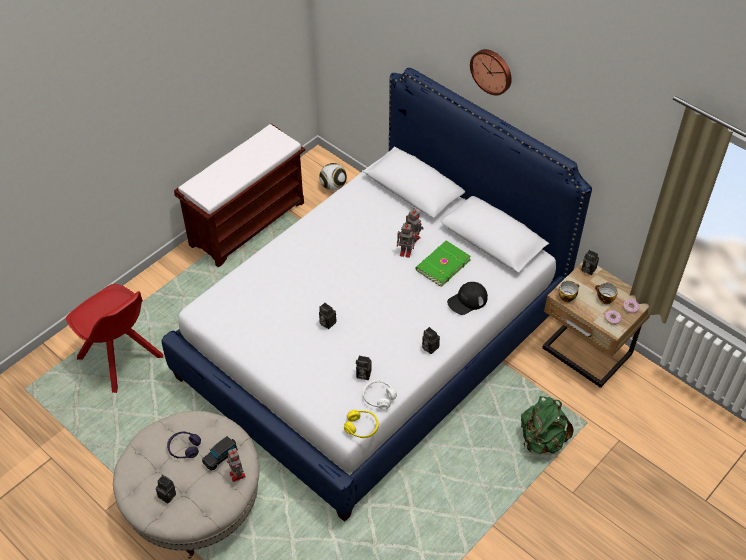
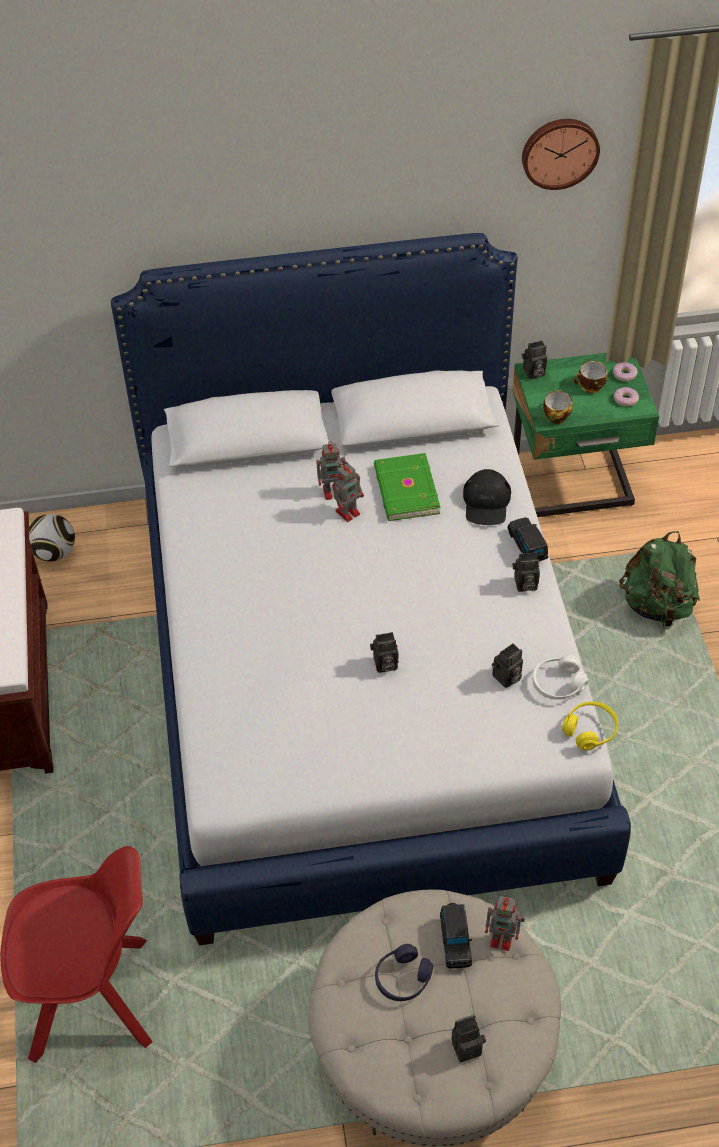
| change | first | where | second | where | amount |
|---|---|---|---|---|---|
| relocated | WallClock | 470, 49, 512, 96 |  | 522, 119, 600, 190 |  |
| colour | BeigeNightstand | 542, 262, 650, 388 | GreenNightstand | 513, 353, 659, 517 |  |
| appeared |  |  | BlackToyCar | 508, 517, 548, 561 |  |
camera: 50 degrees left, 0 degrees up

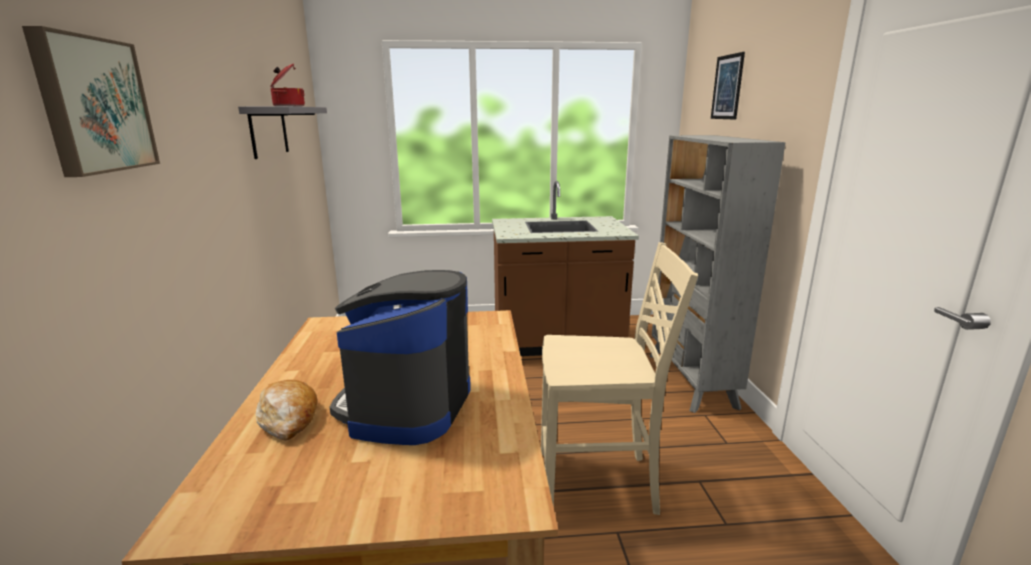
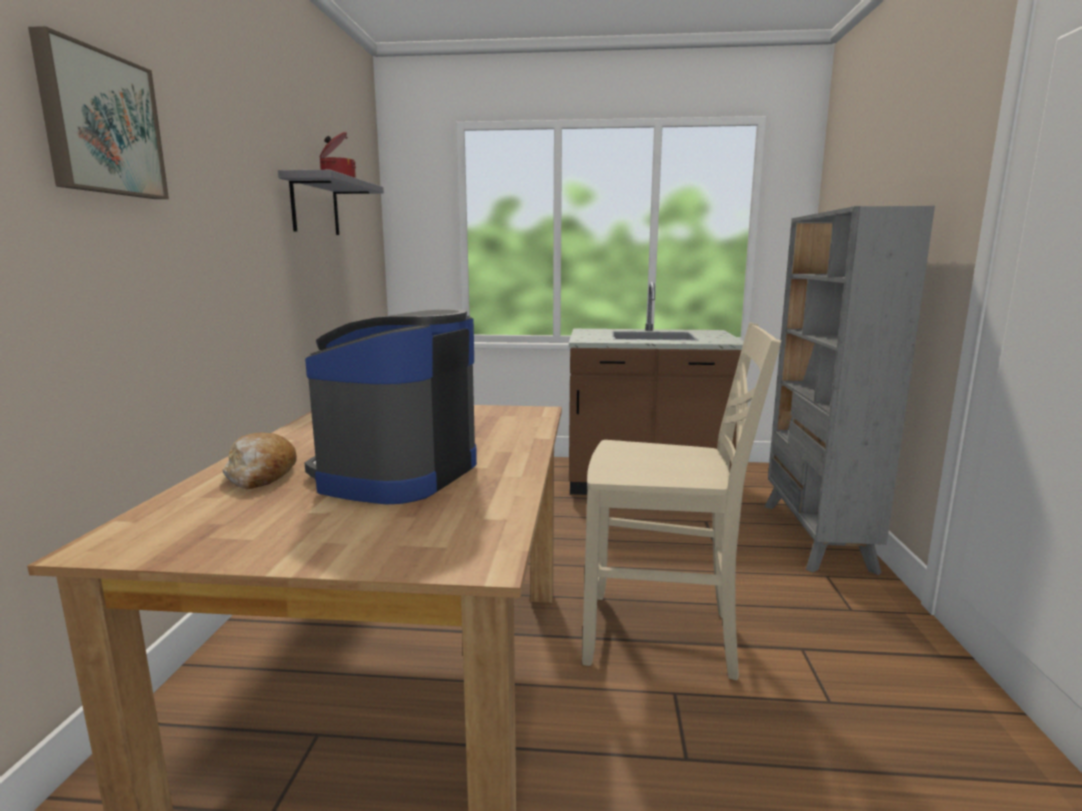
| change | first | where | second | where | amount |
|---|---|---|---|---|---|
| missing | Picture | 711, 52, 745, 120 |  |  |  |
camera: 10 degrees right, 5 degrees down

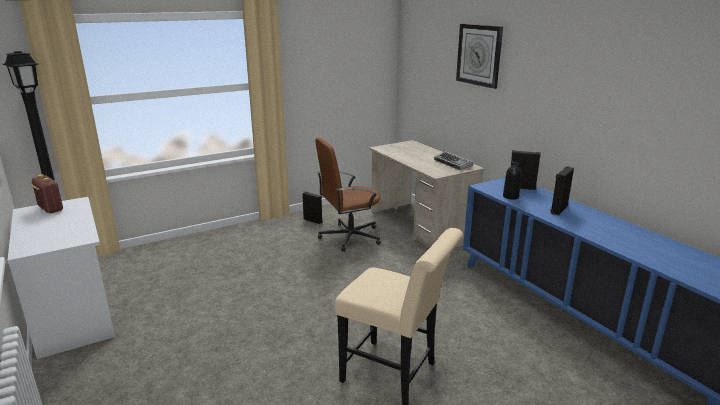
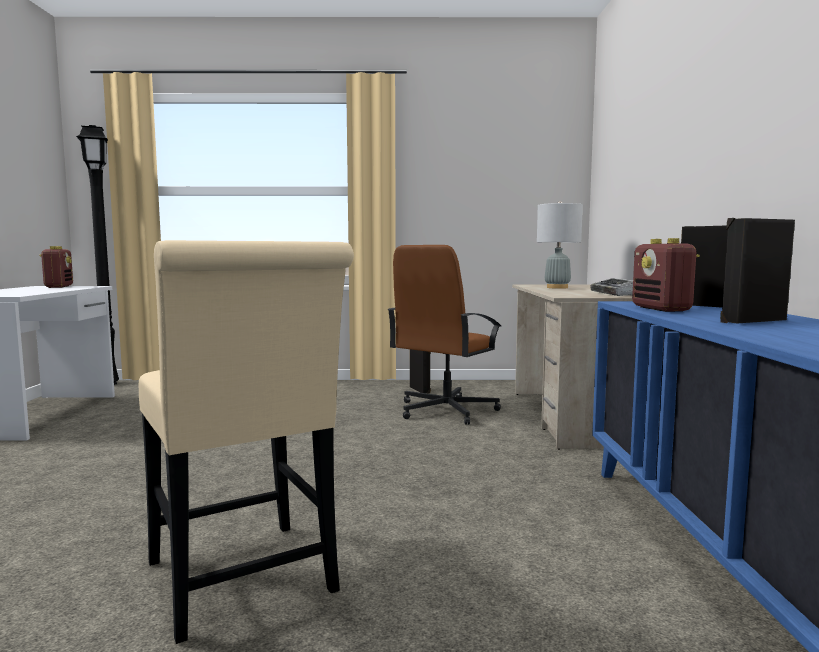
| change | first | where | second | where | amount |
|---|---|---|---|---|---|
| missing | WallClock | 456, 24, 503, 89 |  |  |  |
| spun | BrownOfficeChair | 315, 138, 381, 252 |  | 387, 245, 501, 425 | 60 degrees counterclockwise |
| exchanged | BlackBottle | 503, 161, 521, 199 | Radio | 632, 238, 700, 312 |  |
| appeared |  |  | GreyTableLamp | 537, 201, 583, 289 |  |
camera: 30 degrees right, 15 degrees down

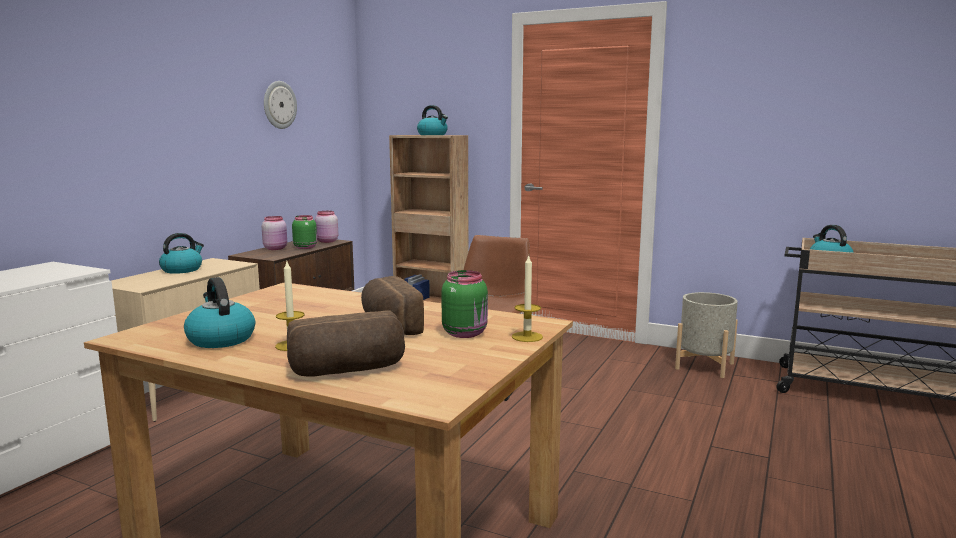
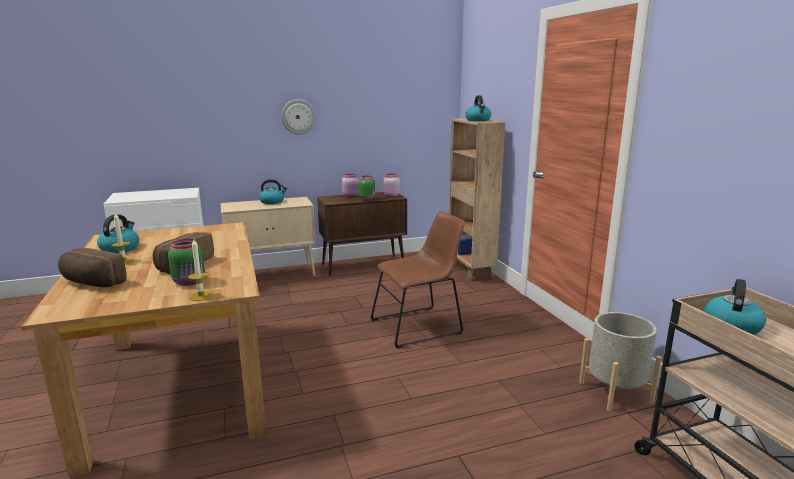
| change | first | where | second | where | amount |
|---|---|---|---|---|---|
| relocated | WallClock | 264, 81, 297, 129 |  | 281, 99, 316, 135 |  |
camera: 45 degrees right, 5 degrees up

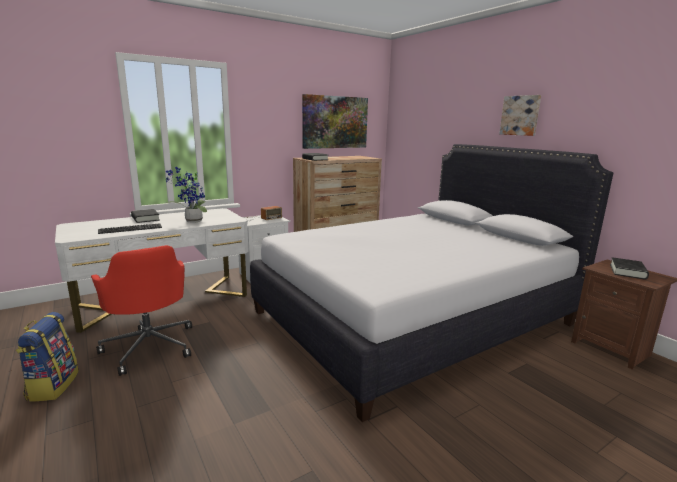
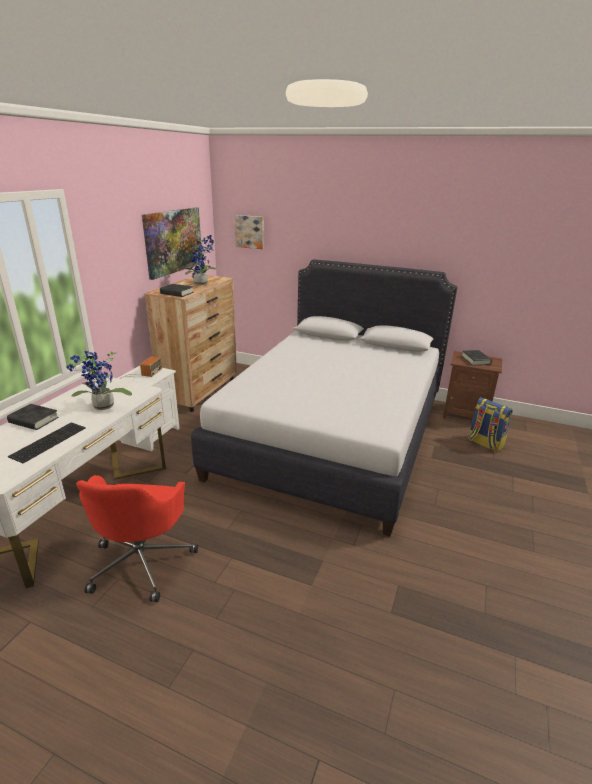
| change | first | where | second | where | amount |
|---|---|---|---|---|---|
| relocated | Picture | 499, 95, 541, 136 |  | 235, 215, 264, 249 |  |
| spun | RedOfficeChair | 91, 245, 192, 376 |  | 76, 475, 198, 602 | 75 degrees clockwise |
| relocated | Backpack | 16, 312, 79, 402 |  | 468, 397, 513, 452 |  |
| appeared |  |  | PottedPlant | 185, 235, 217, 285 |  |
camera: 35 degrees left, 10 degrees up

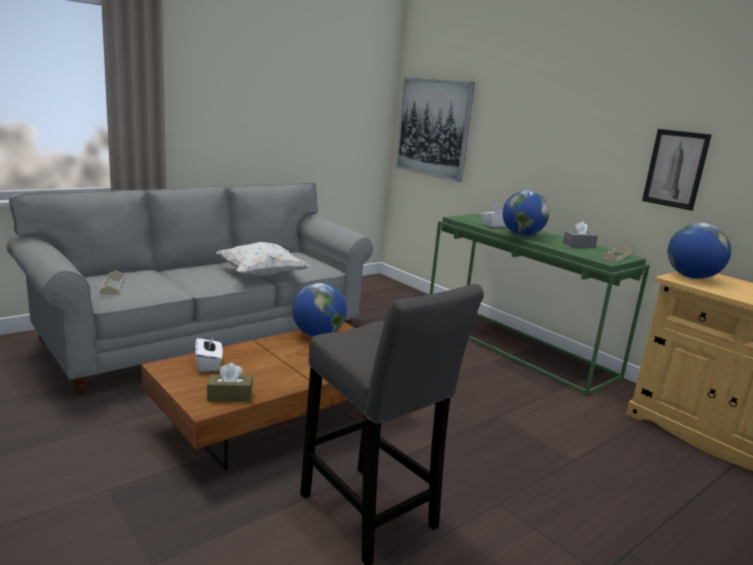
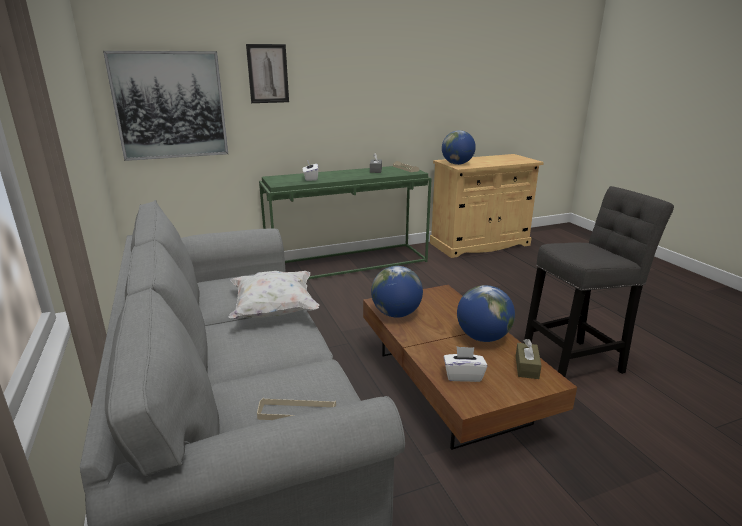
| change | first | where | second | where | amount |
|---|---|---|---|---|---|
| relocated | Picture | 642, 129, 712, 211 |  | 246, 44, 289, 103 |  |
| relocated | Globe | 503, 190, 549, 236 |  | 457, 285, 515, 342 |  |
camera: 70 degrees left, 5 degrees up

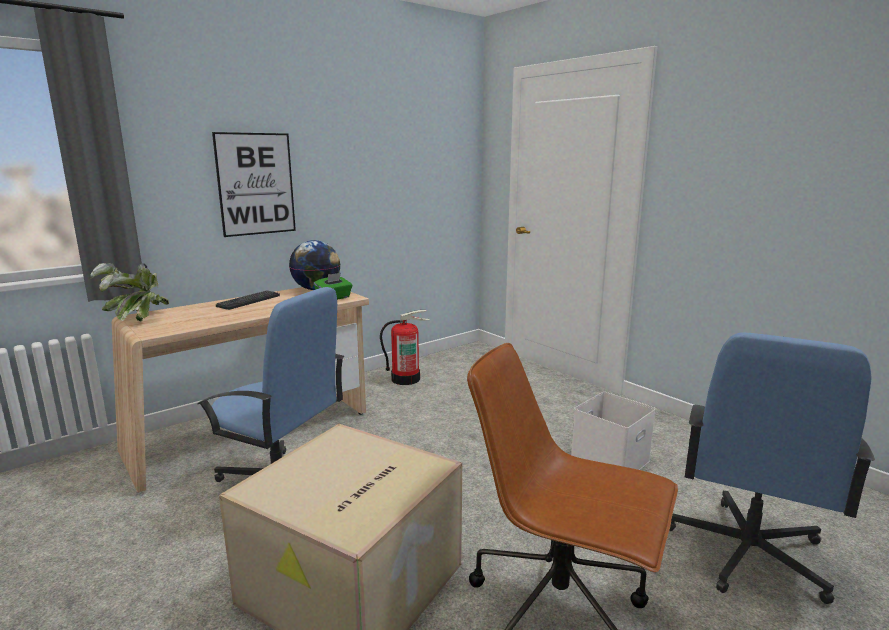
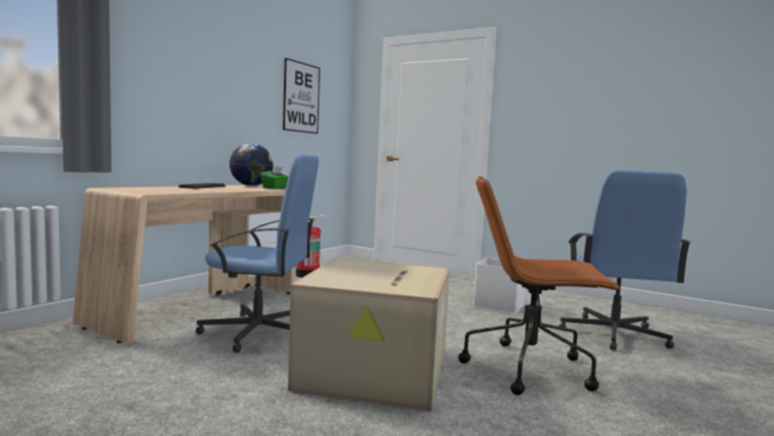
| change | first | where | second | where | amount |
|---|---|---|---|---|---|
| relocated | Picture | 212, 132, 296, 237 |  | 283, 58, 320, 134 |  |
| missing | PottedPlant | 91, 263, 169, 322 |  |  |  |
camera: 20 degrees left, 10 degrees down

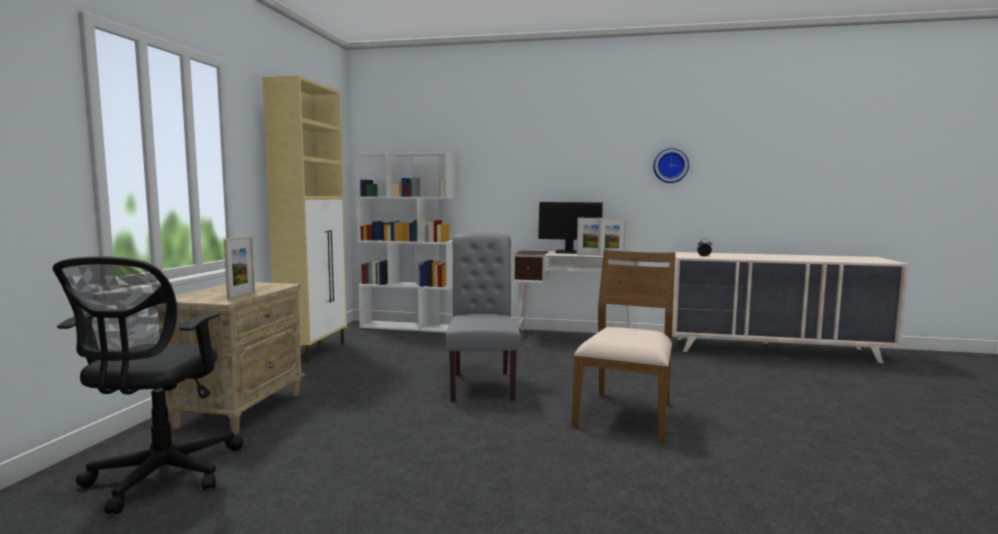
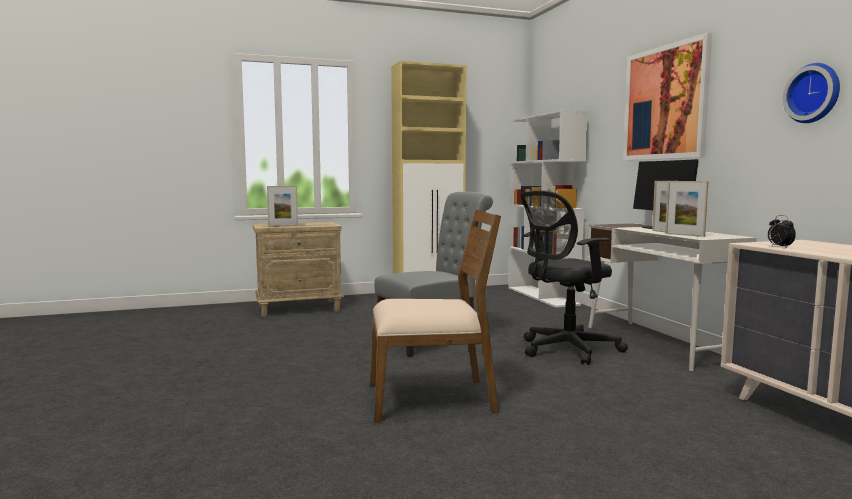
| change | first | where | second | where | amount |
|---|---|---|---|---|---|
| relocated | BlackOfficeChair | 53, 256, 243, 514 |  | 520, 190, 628, 365 |  |
| appeared |  |  | Picture | 623, 33, 712, 160 |  |
camera: 60 degrees right, 0 degrees up

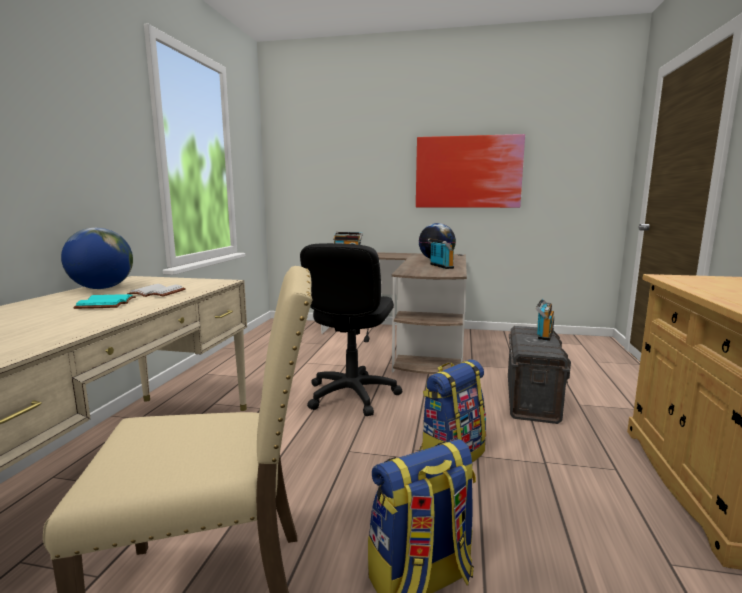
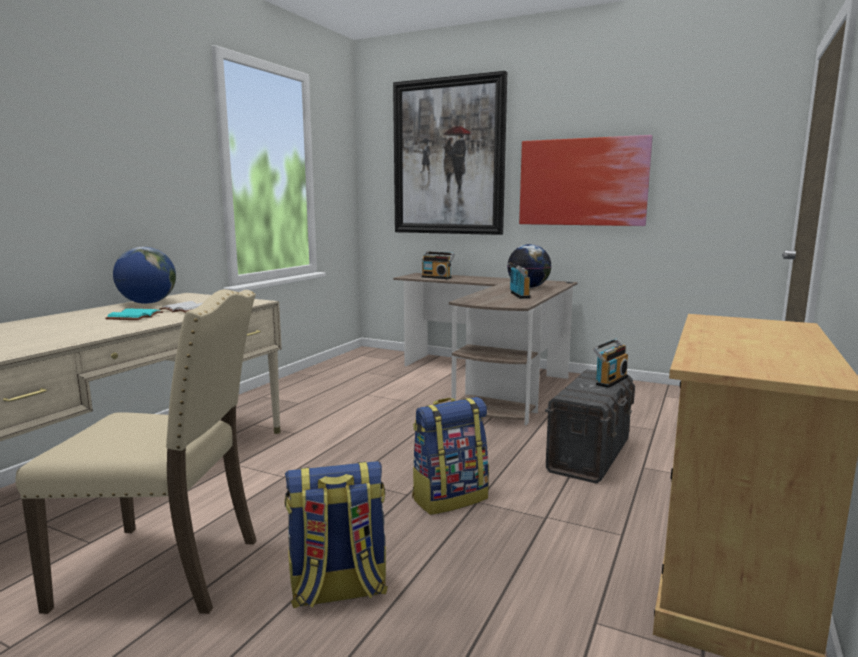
| change | first | where | second | where | amount |
|---|---|---|---|---|---|
| missing | BlackOfficeChair | 300, 243, 403, 416 |  |  |  |
| appeared |  |  | Picture | 393, 71, 507, 235 |  |
camera: 15 degrees right, 0 degrees up

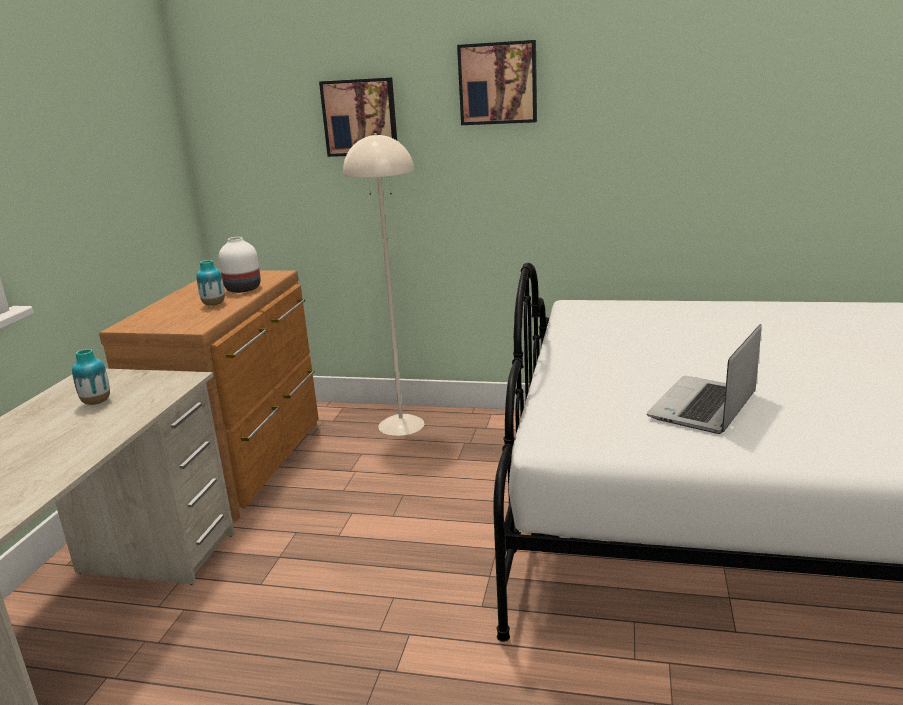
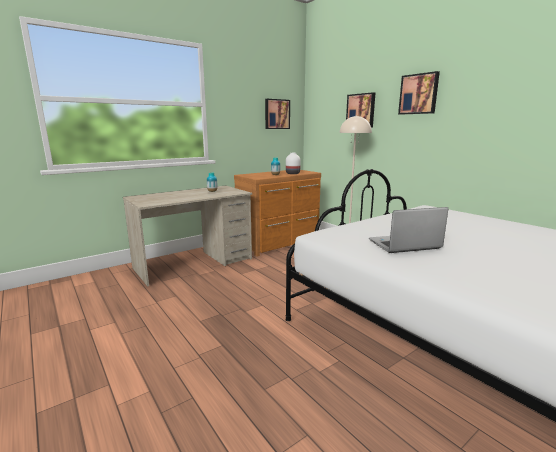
| change | first | where | second | where | amount |
|---|---|---|---|---|---|
| appeared |  |  | Picture | 265, 99, 290, 129 |  |
camera: 40 degrees right, 5 degrees down

